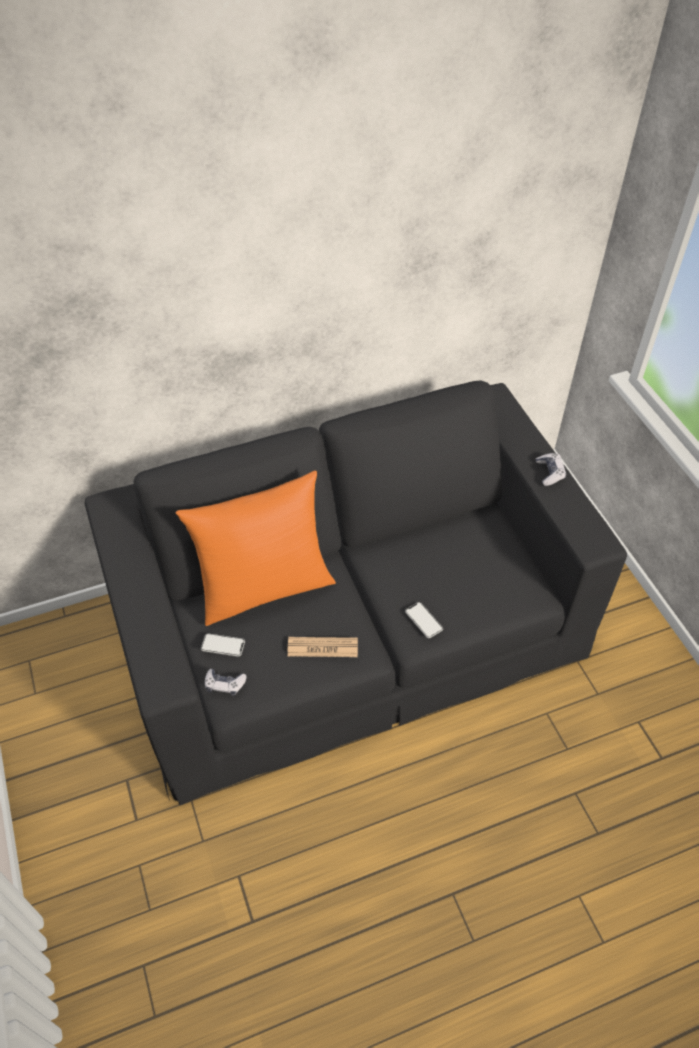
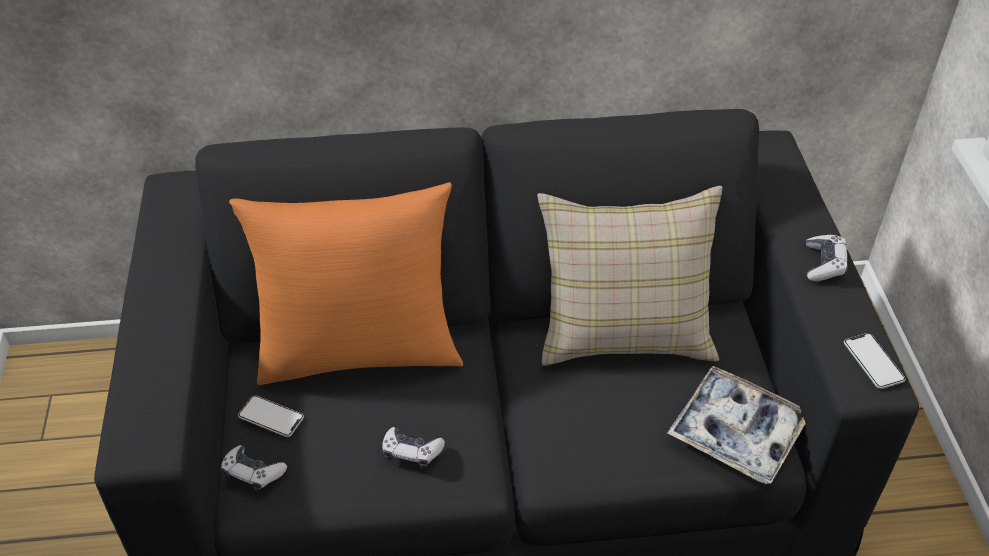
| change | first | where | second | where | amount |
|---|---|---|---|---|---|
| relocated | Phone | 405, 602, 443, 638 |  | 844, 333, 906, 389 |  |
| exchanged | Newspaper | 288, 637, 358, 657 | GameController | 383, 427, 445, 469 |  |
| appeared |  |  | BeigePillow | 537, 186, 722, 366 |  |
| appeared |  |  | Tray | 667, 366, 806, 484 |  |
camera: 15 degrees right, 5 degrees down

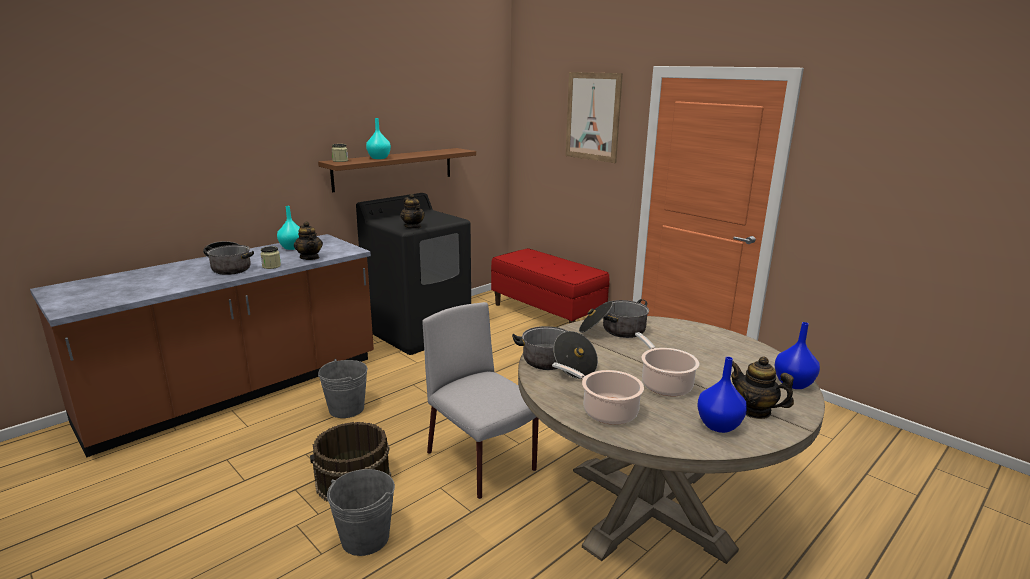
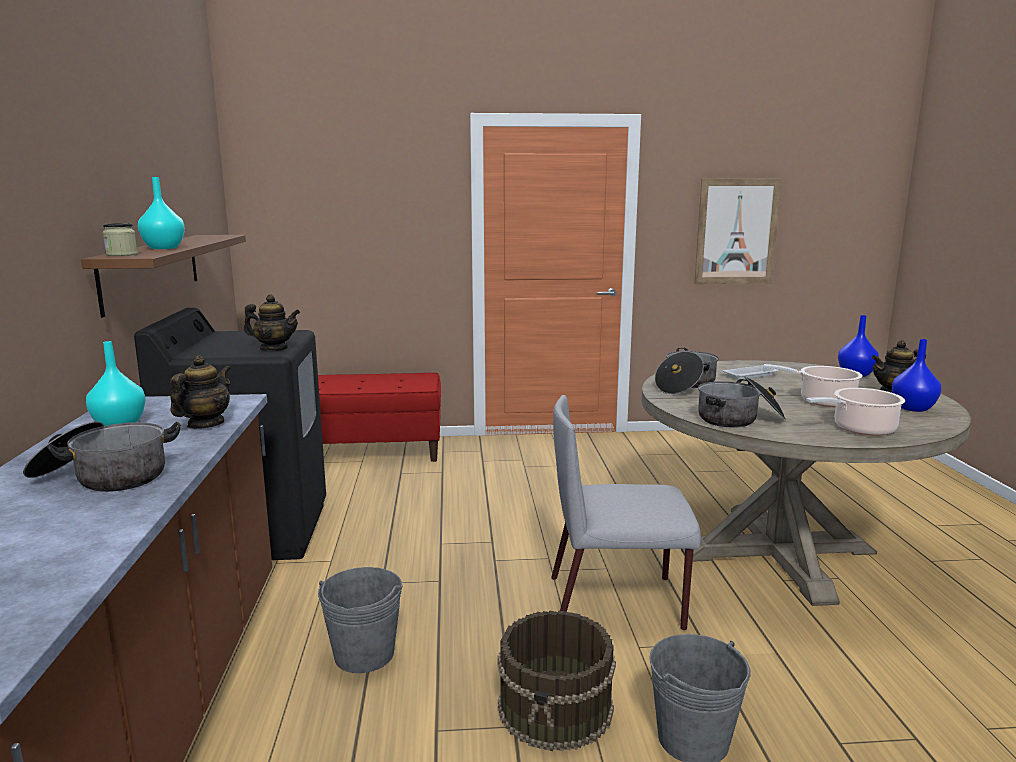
| change | first | where | second | where | amount |
|---|---|---|---|---|---|
| relocated | Picture | 565, 72, 623, 163 |  | 694, 179, 782, 284 |  |
| spun | Teapot | 294, 221, 323, 260 |  | 170, 355, 231, 429 | 75 degrees counterclockwise |
| missing | Jar | 261, 246, 281, 269 |  |  |  |
| appeared |  |  | WhiteTray | 723, 365, 779, 380 |  |
camera: 50 degrees left, 5 degrees down

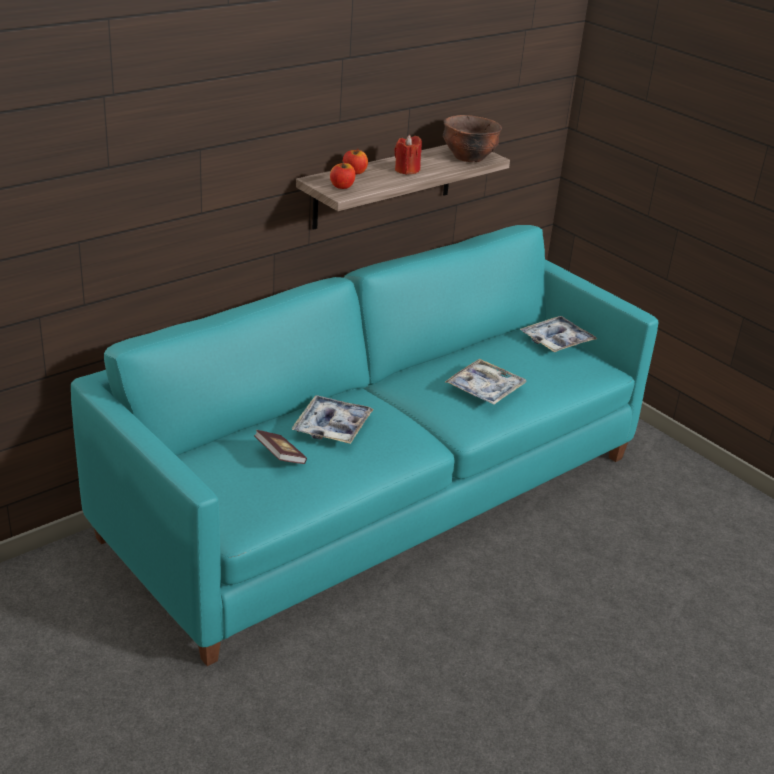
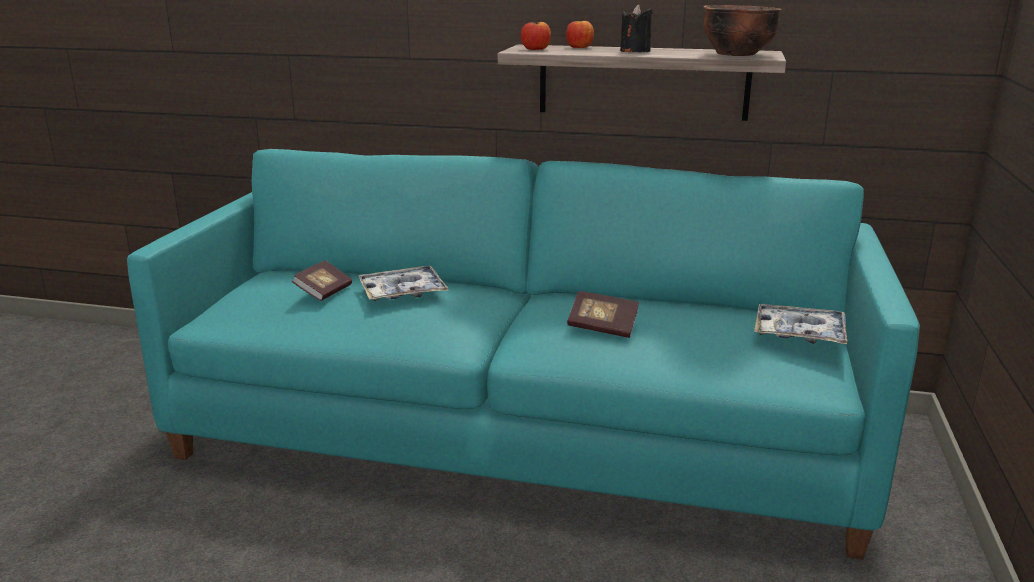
| change | first | where | second | where | amount |
|---|---|---|---|---|---|
| colour | RedCandle | 394, 135, 422, 175 | BlackCandle | 620, 5, 653, 52 |  |
| exchanged | Tray | 445, 359, 527, 405 | Book | 567, 291, 639, 338 |  |
camera: 55 degrees right, 10 degrees down

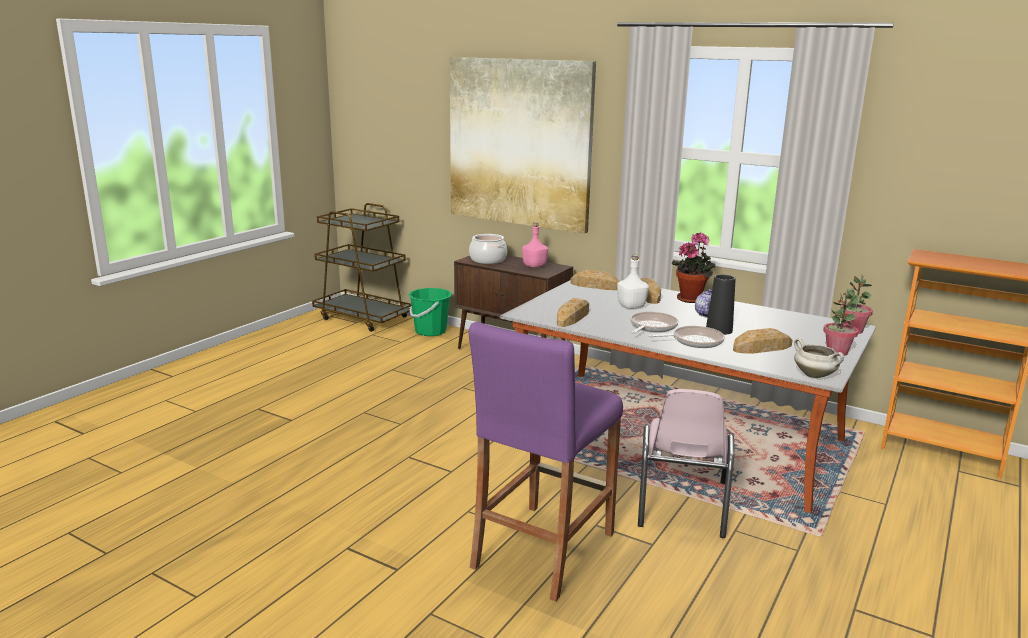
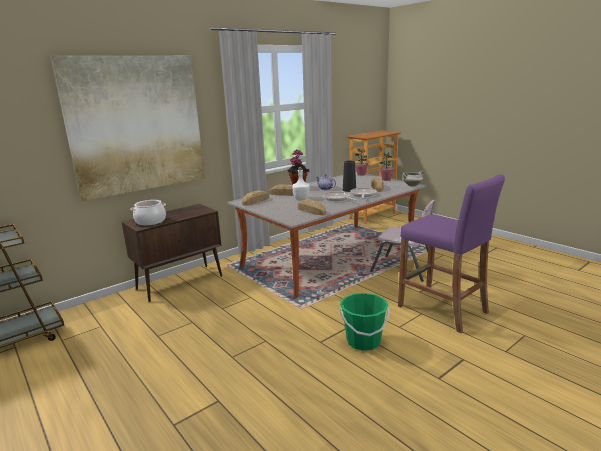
| change | first | where | second | where | amount |
|---|---|---|---|---|---|
| missing | PinkBottle | 522, 223, 548, 268 |  |  |  |
| relocated | GreenBucket | 409, 288, 452, 336 |  | 340, 293, 390, 351 |  |
camera: 70 degrees left, 0 degrees up

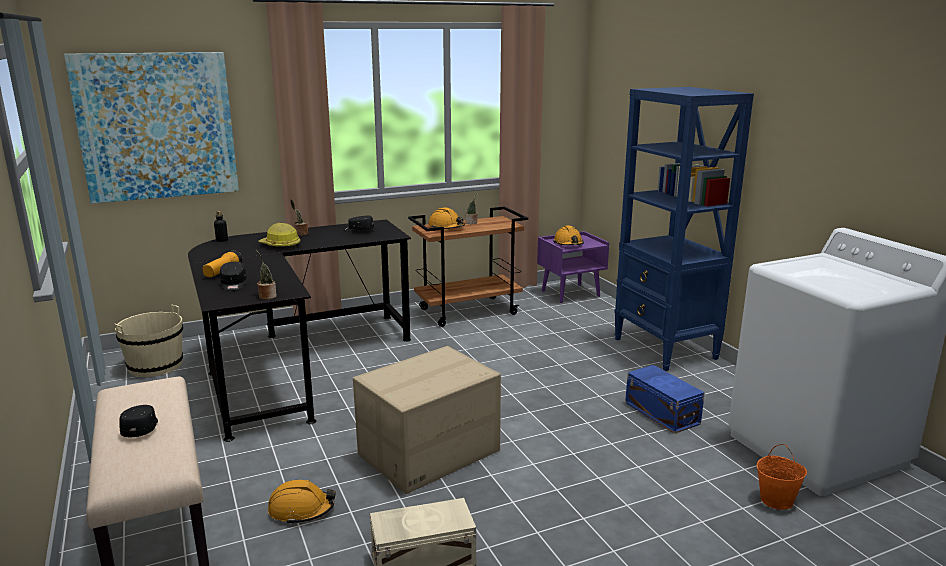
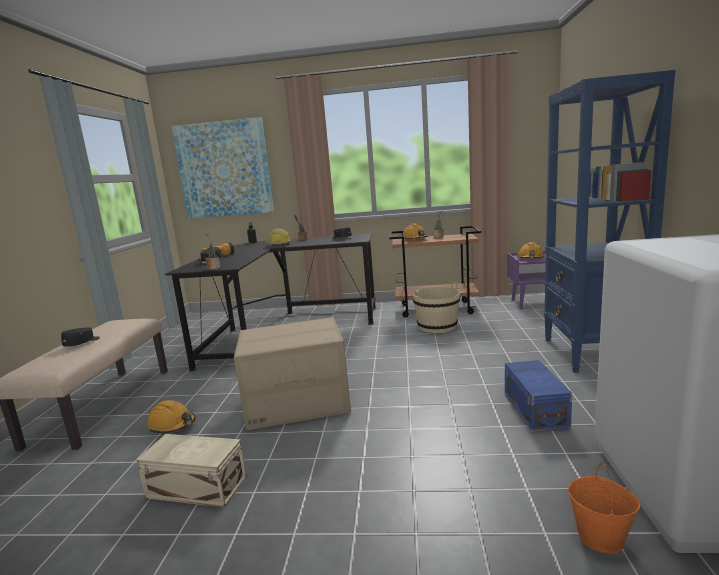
| change | first | where | second | where | amount |
|---|---|---|---|---|---|
| relocated | BeigeBucket | 114, 305, 183, 377 |  | 413, 282, 460, 333 |  |
camera: 30 degrees right, 5 degrees down

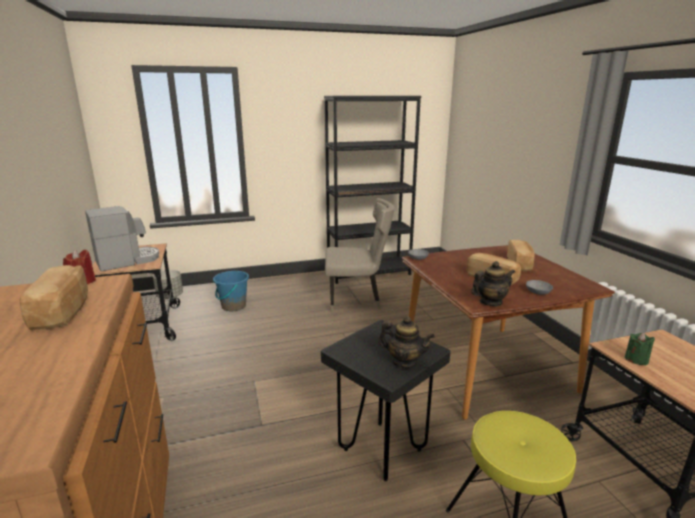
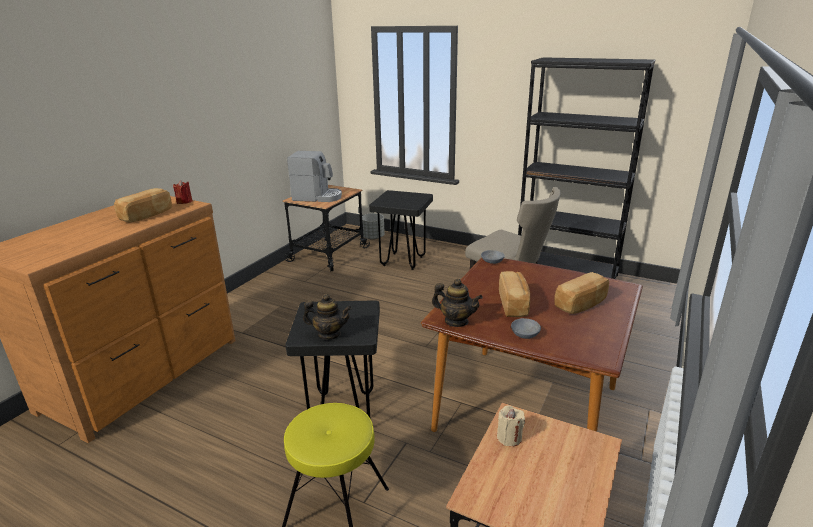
| change | first | where | second | where | amount |
|---|---|---|---|---|---|
| exchanged | BlueBucket | 213, 271, 249, 311 | BlackStool | 369, 190, 433, 270 |  |
| spun | Teapot | 378, 316, 435, 368 |  | 303, 294, 352, 340 | 60 degrees counterclockwise |
| colour | GreenCandle | 625, 333, 655, 365 | BeigeCandle | 497, 406, 525, 446 |  |
camera: 45 degrees right, 5 degrees up

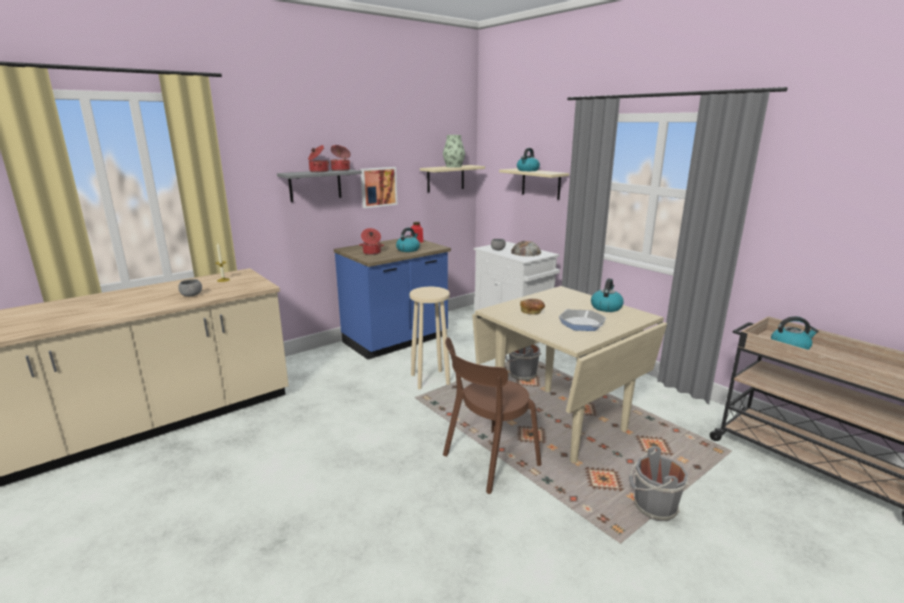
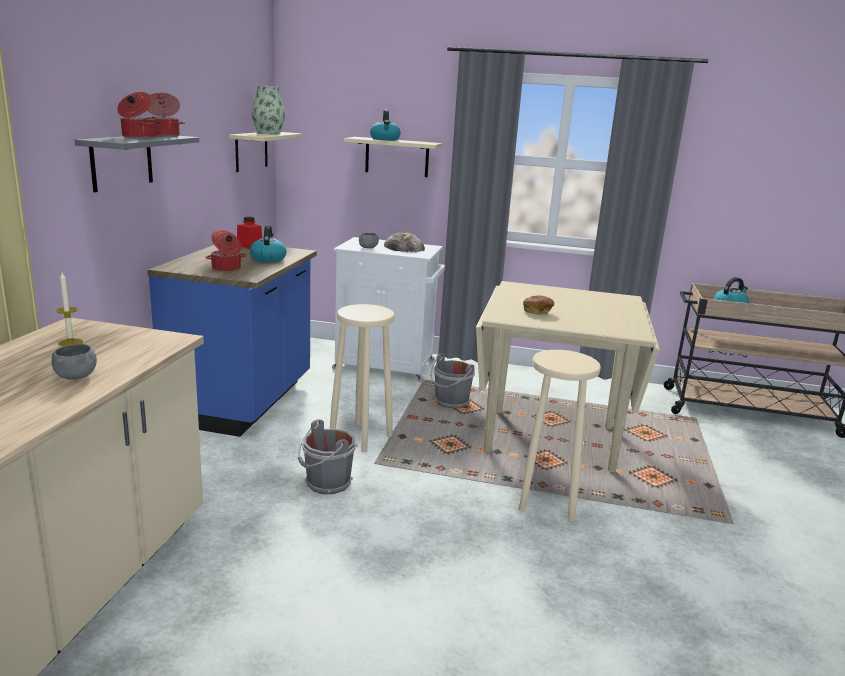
| change | first | where | second | where | amount |
|---|---|---|---|---|---|
| missing | Picture | 360, 167, 397, 208 |  |  |  |
| missing | Kettle | 591, 279, 624, 312 |  |  |  |
| missing | FryingPan | 559, 309, 606, 331 |  |  |  |
| exchanged | BrownChair | 443, 337, 542, 494 | BeigeStool | 519, 350, 601, 521 |  |
| relocated | GreyBucket | 629, 446, 689, 521 |  | 298, 419, 358, 494 |  |
camera: 40 degrees left, 0 degrees up

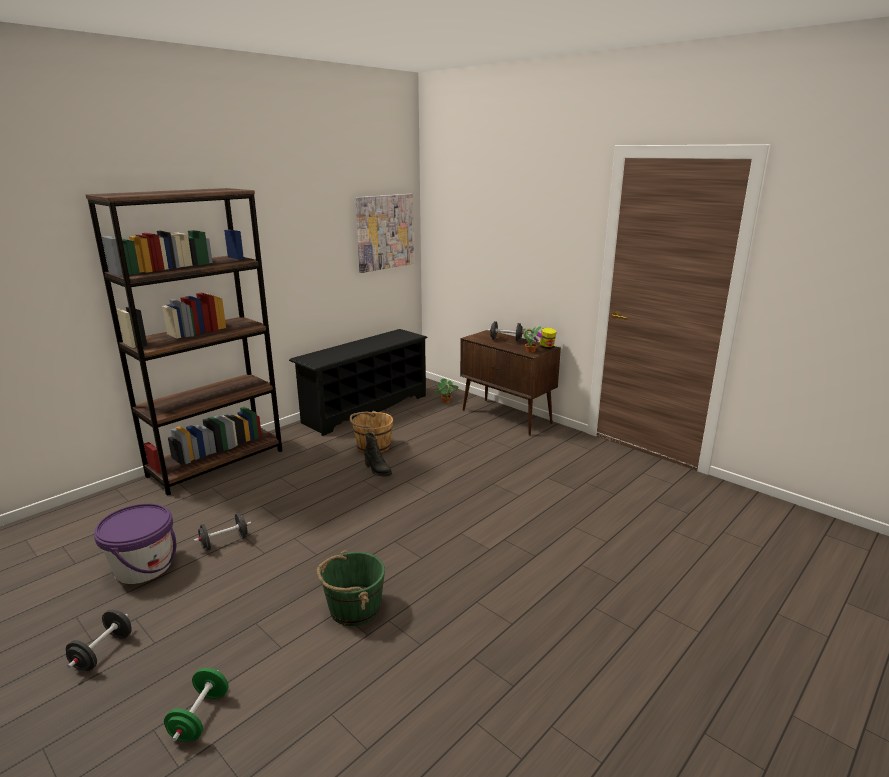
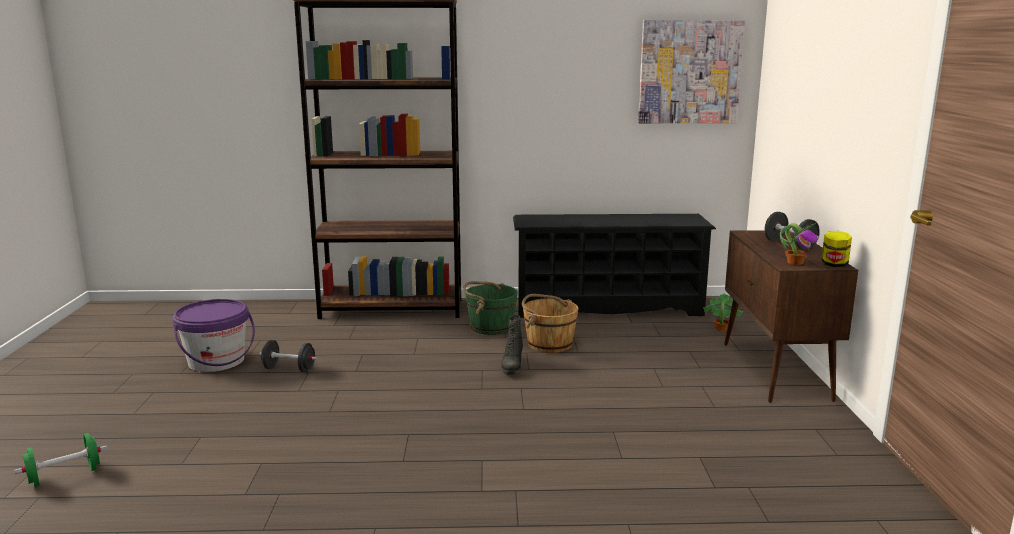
| change | first | where | second | where | amount |
|---|---|---|---|---|---|
| relocated | GreenBucket | 317, 550, 385, 626 |  | 463, 281, 518, 335 |  |
| missing | BlackDumbbell | 66, 610, 132, 671 |  |  |  |
camera: 45 degrees right, 5 degrees down

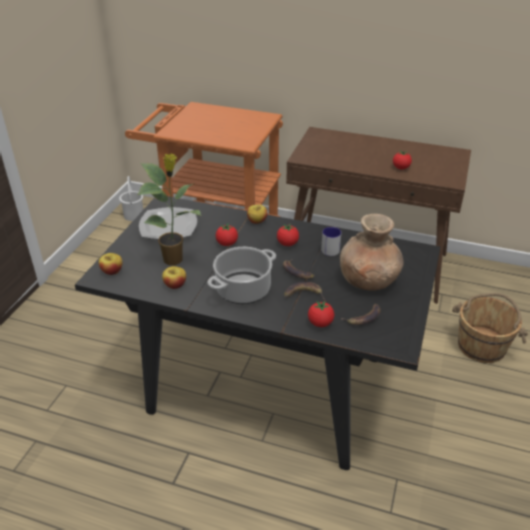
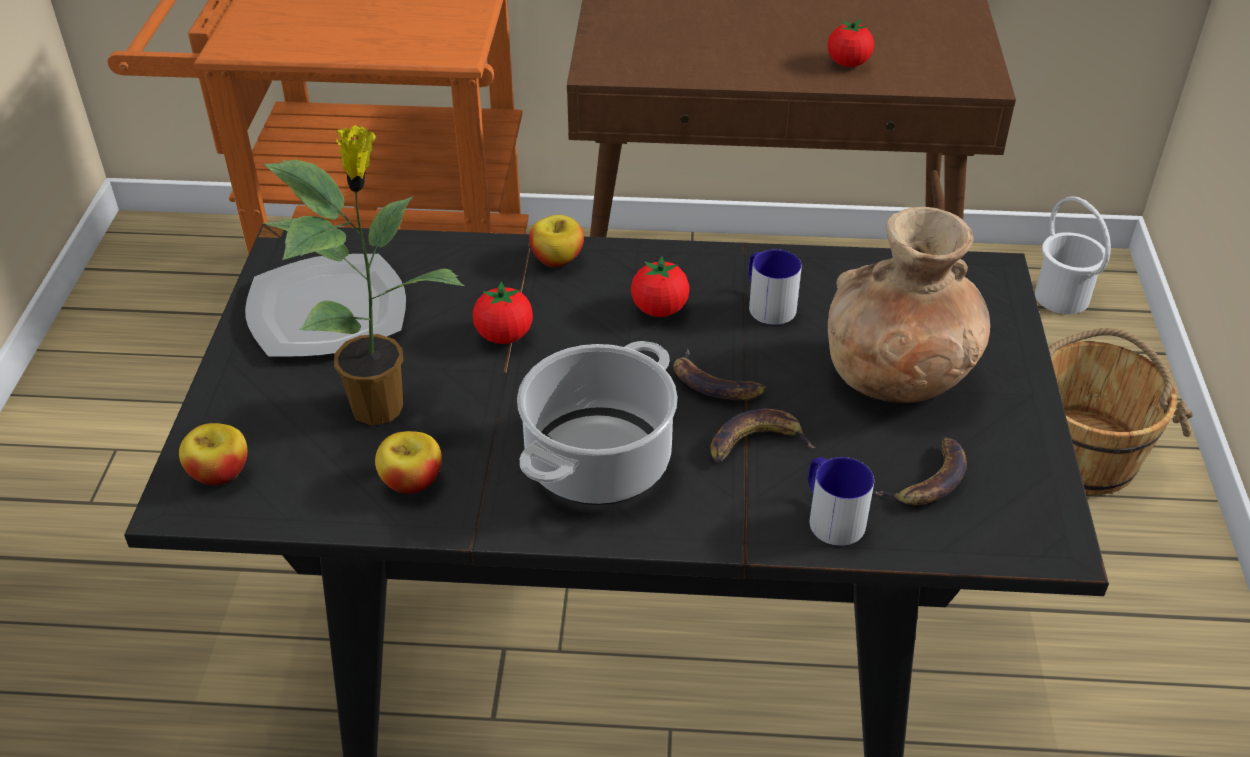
| change | first | where | second | where | amount |
|---|---|---|---|---|---|
| relocated | WhiteBucket | 119, 176, 143, 221 |  | 1035, 196, 1111, 314 |  |
| exchanged | Tomato | 308, 301, 334, 327 | Mug | 808, 457, 874, 546 |  |
camera: 15 degrees left, 5 degrees up

